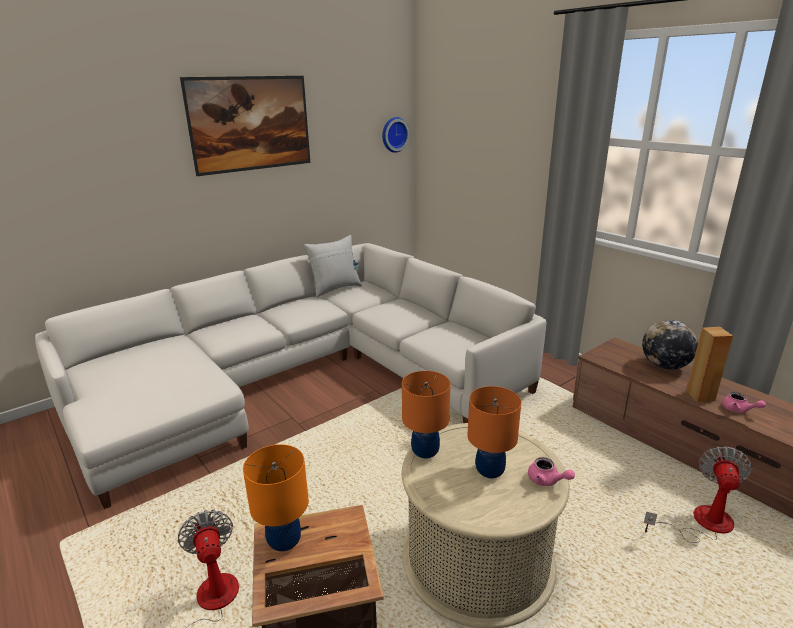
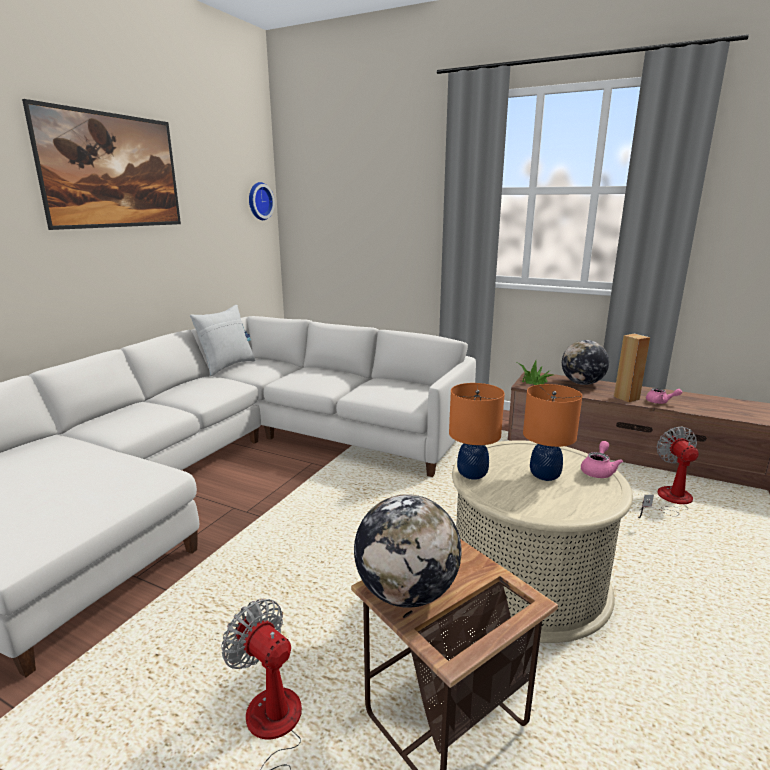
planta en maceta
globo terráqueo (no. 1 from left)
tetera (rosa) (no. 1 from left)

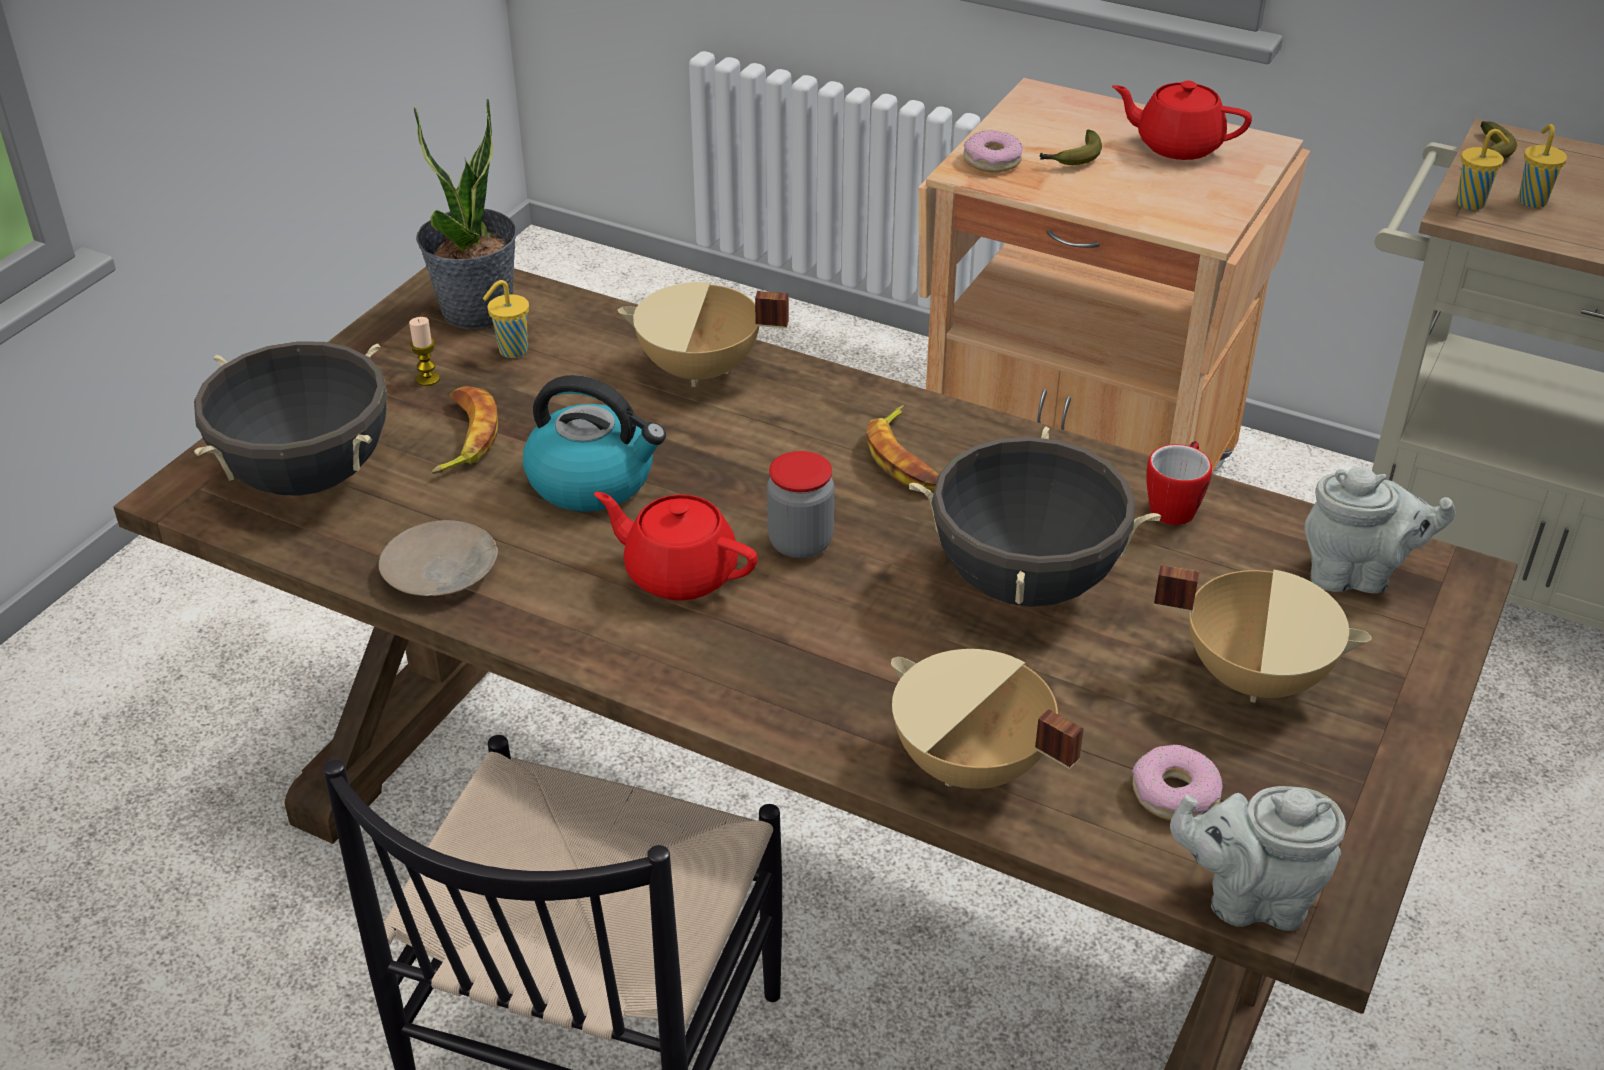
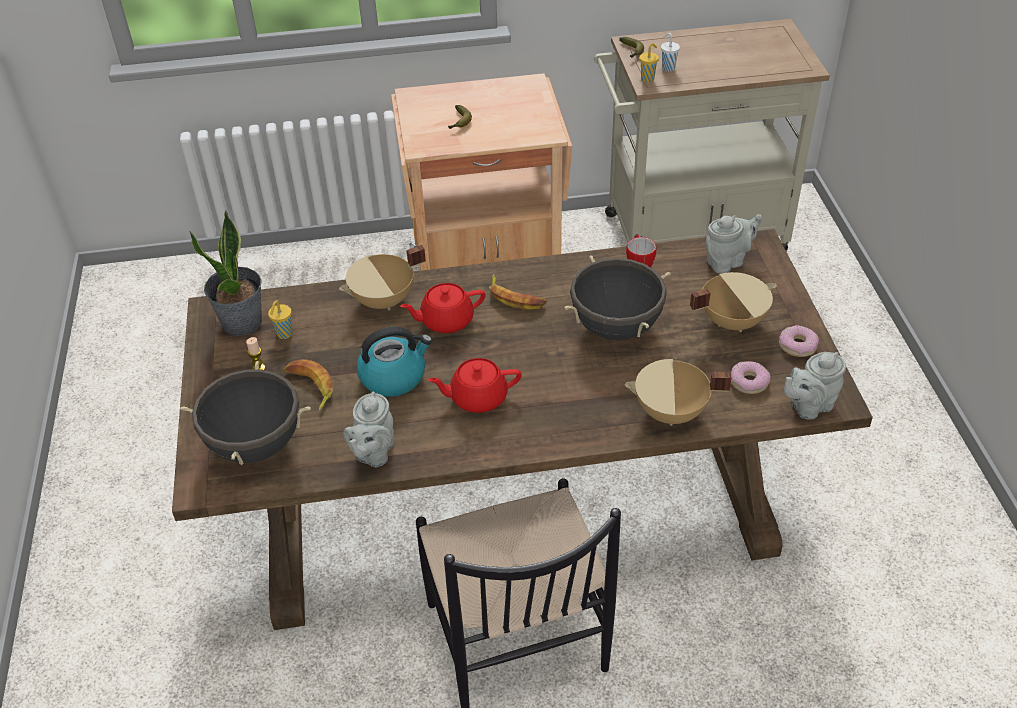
tarro
rosquilla (no. 2 from left)
tetera (rojo) (no. 1 from left)
tetera (gris) (no. 1 from left)
taza (blanco)

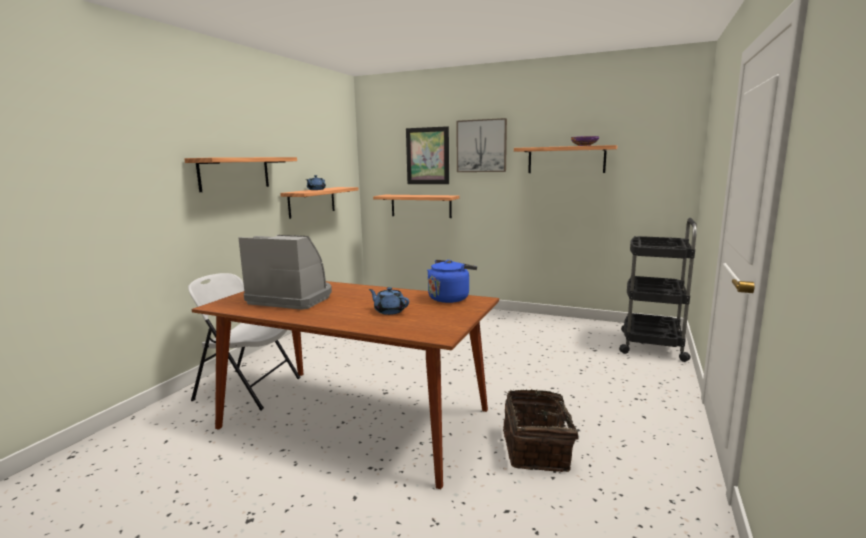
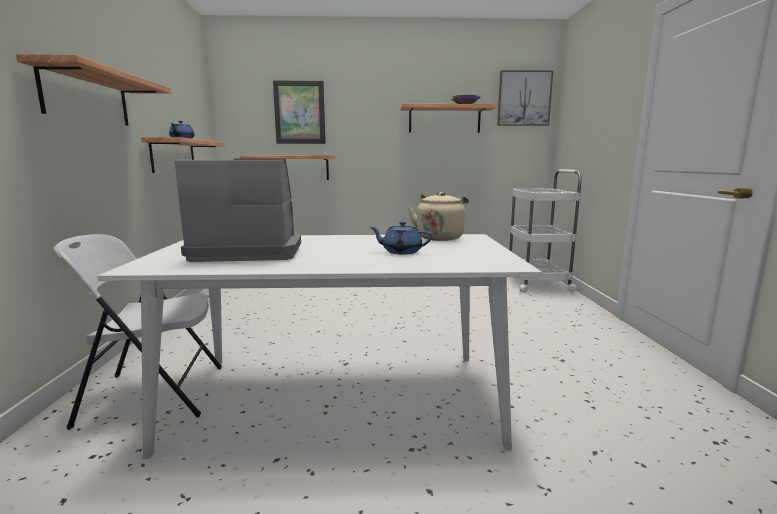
cesta
cuadro (no. 2 from left)
mesa de comedor (blanco)
hervidor (beis)
carrito (blanco)

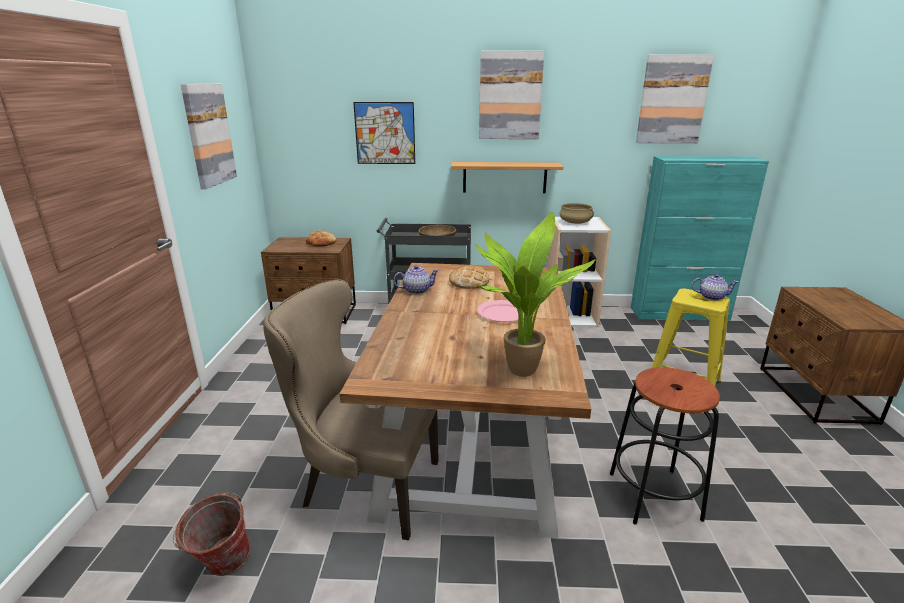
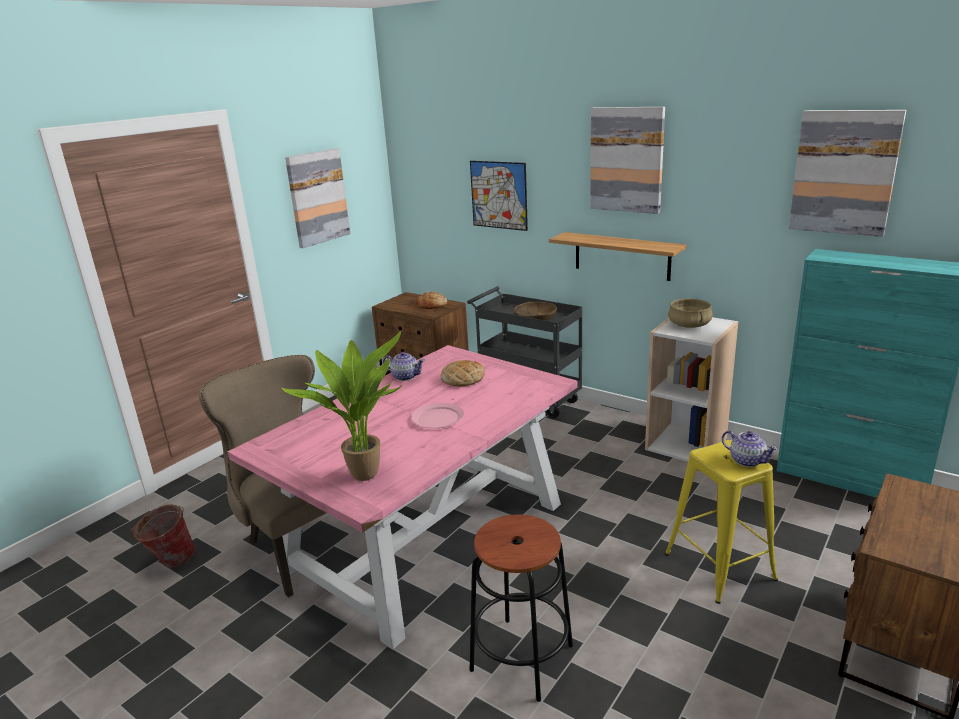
mesa de comedor (rosa)

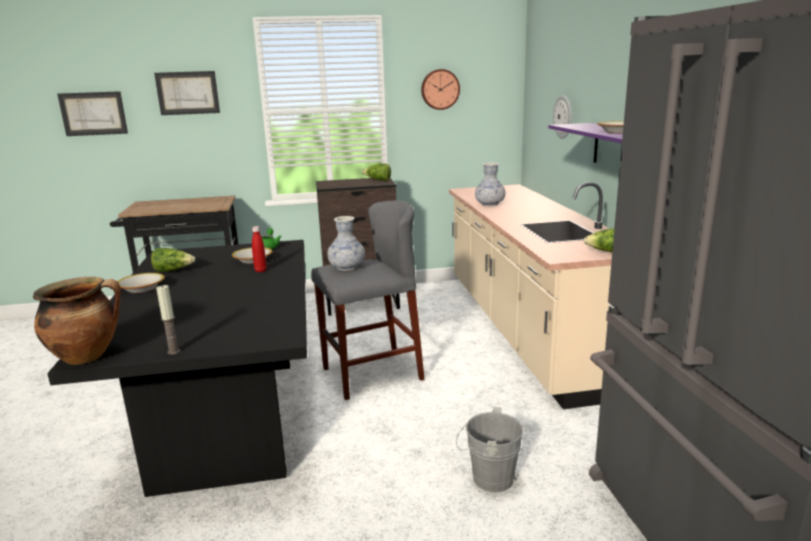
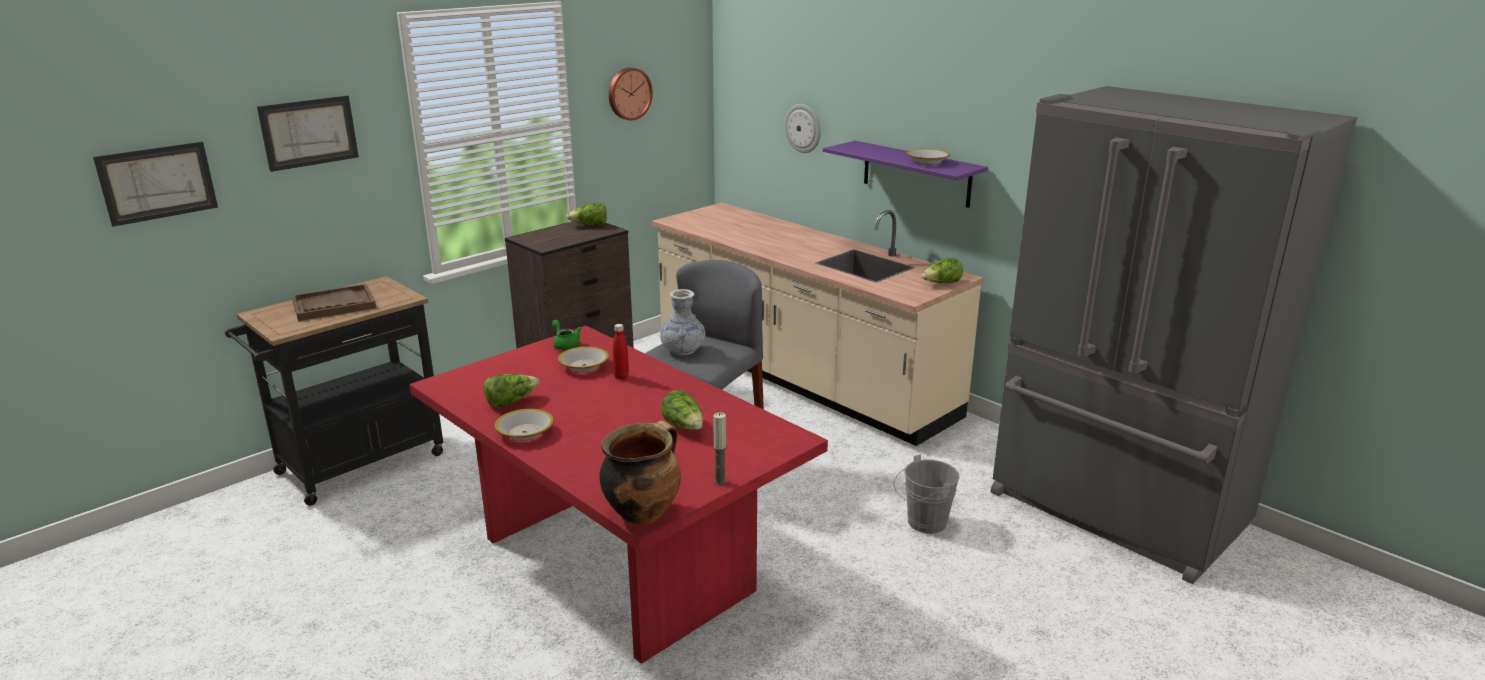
florero (no. 2 from left in the first image)
bandeja (marrón)
lechuga (no. 3 from left)
mesa de comedor (rojo)

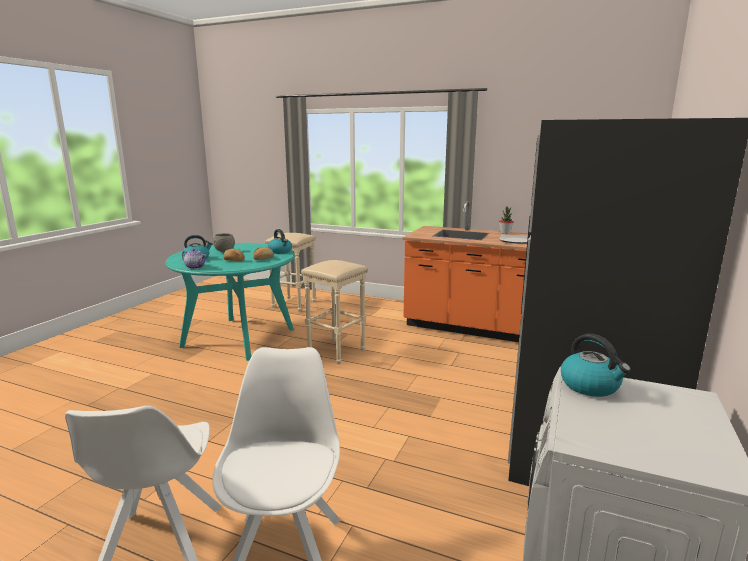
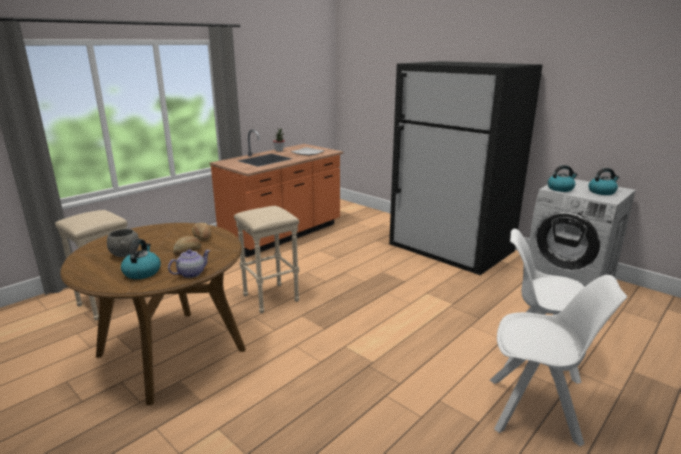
hervidor (no. 3 from left)
mesa de comedor (marrón)

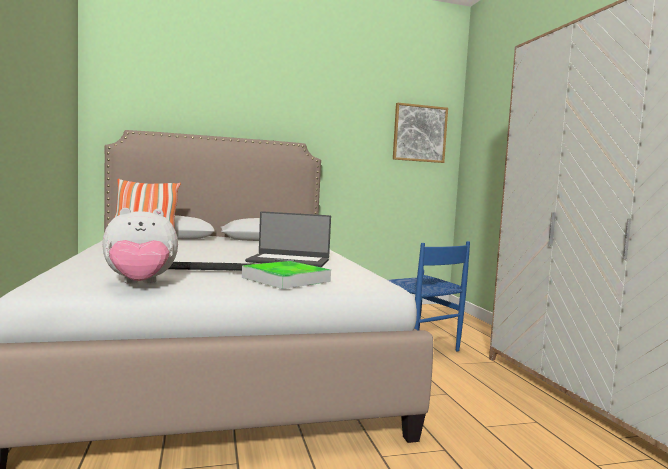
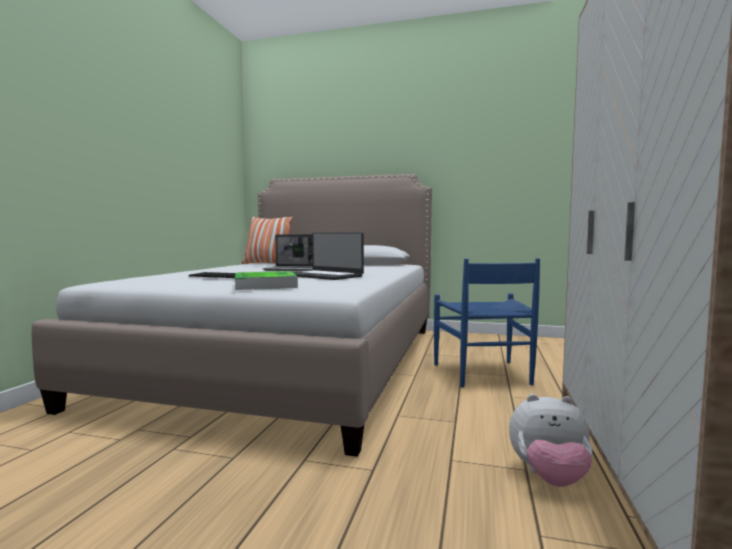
cuadro
portátil (no. 1 from left)
peluche

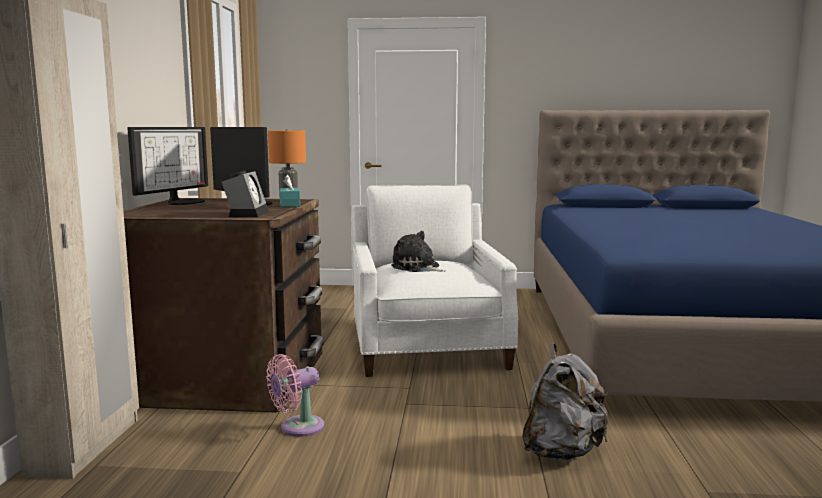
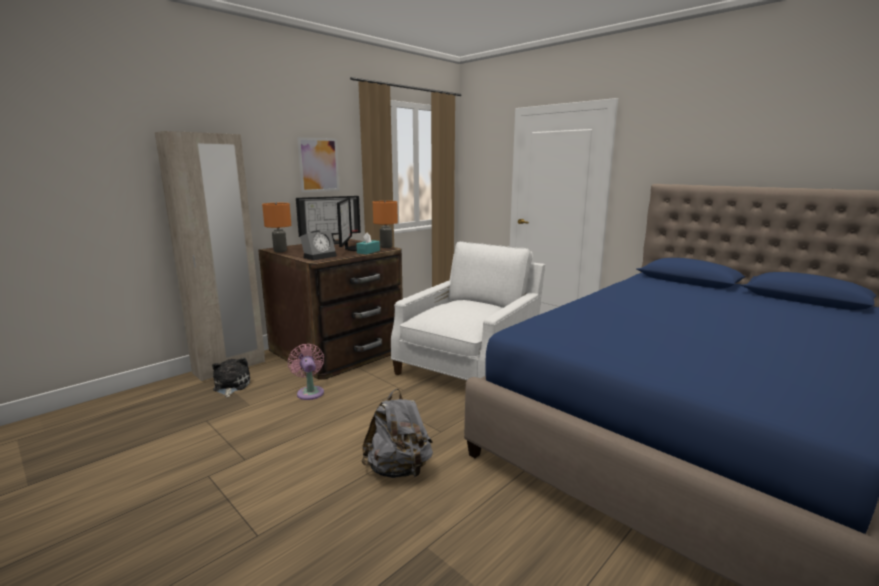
lámpara de mesa (naranja) (no. 1 from left)
cuadro
peluche
ventilador (rosa)

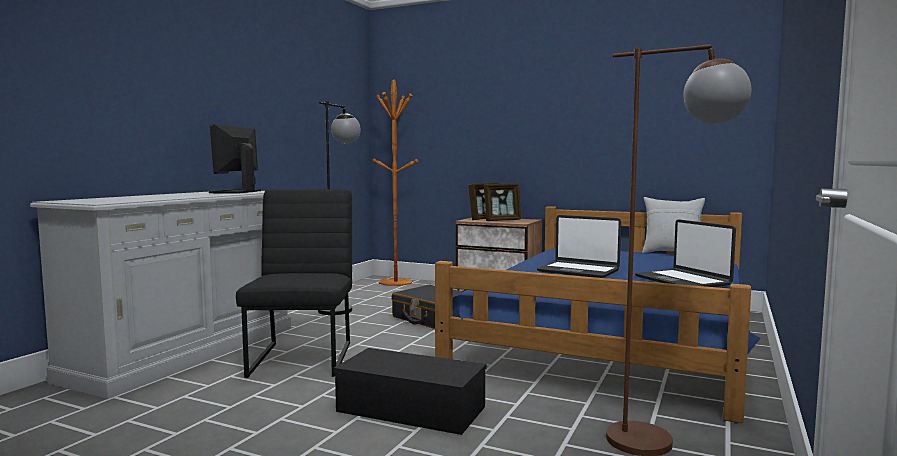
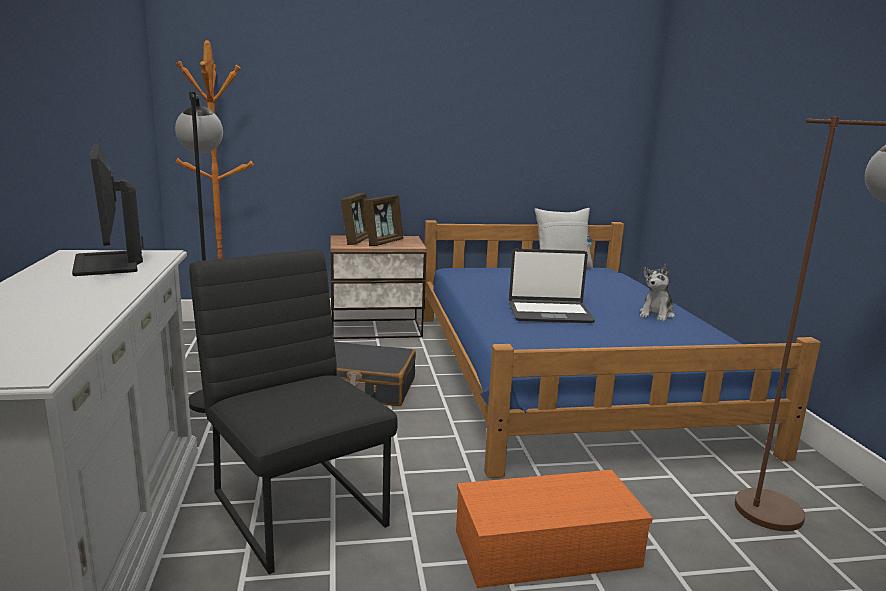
peluche
caja de almacenaje (naranja)

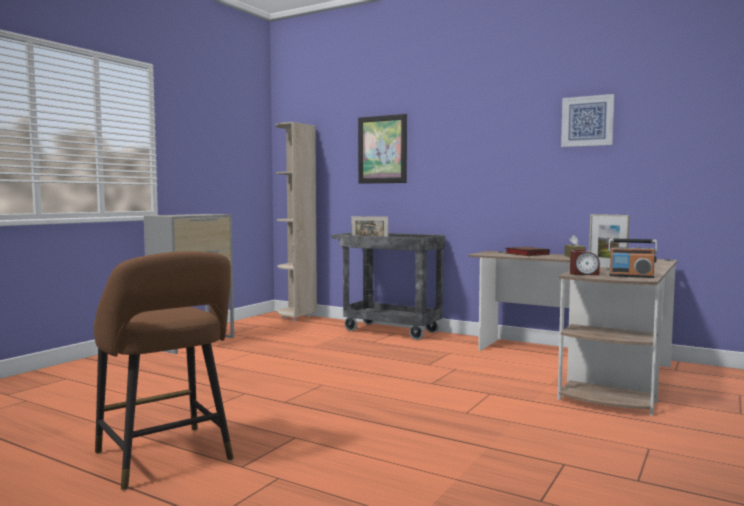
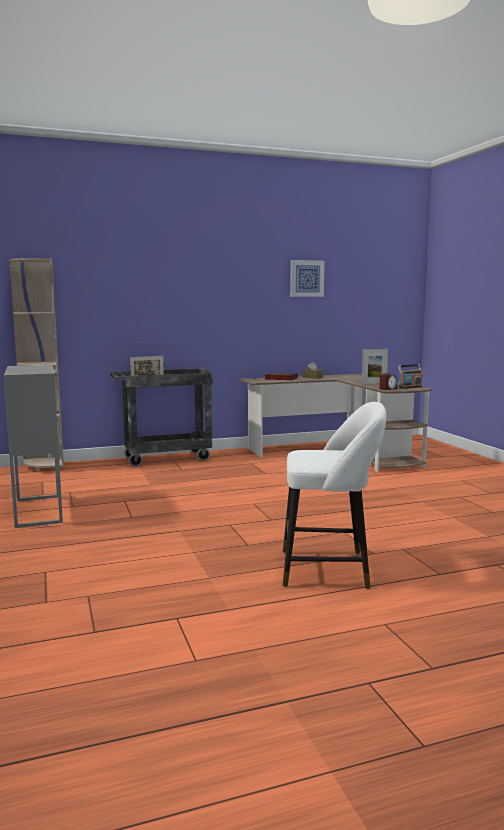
cuadro (no. 1 from left in the first image)
taburete (blanco)

